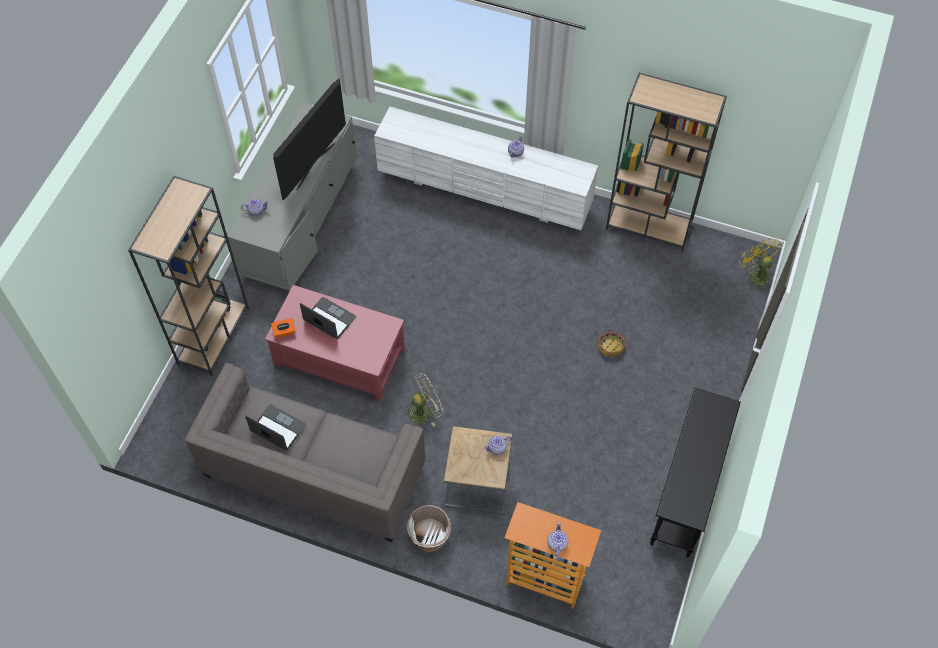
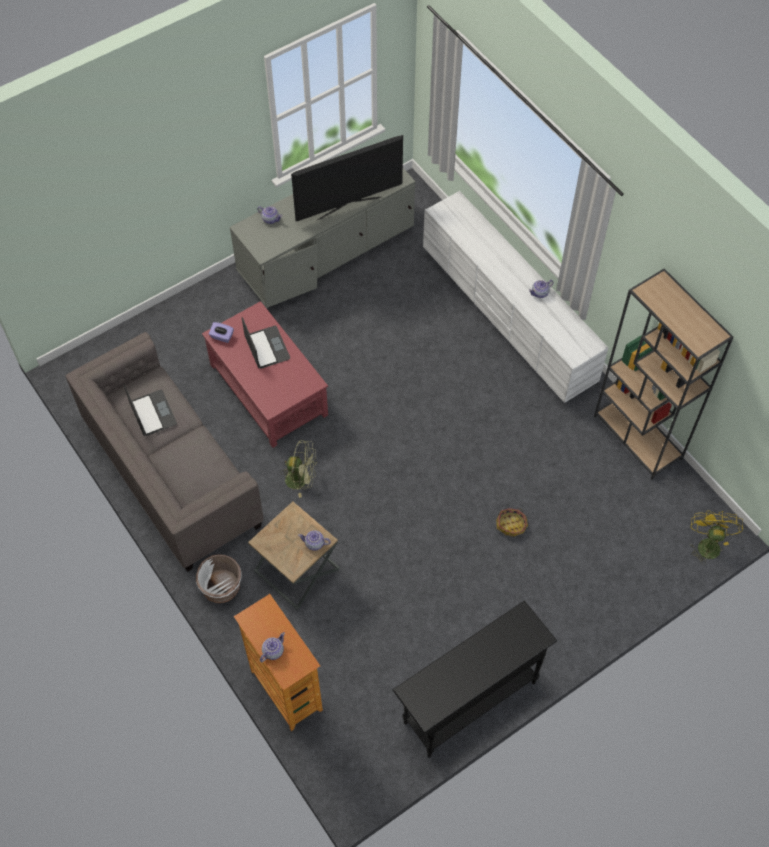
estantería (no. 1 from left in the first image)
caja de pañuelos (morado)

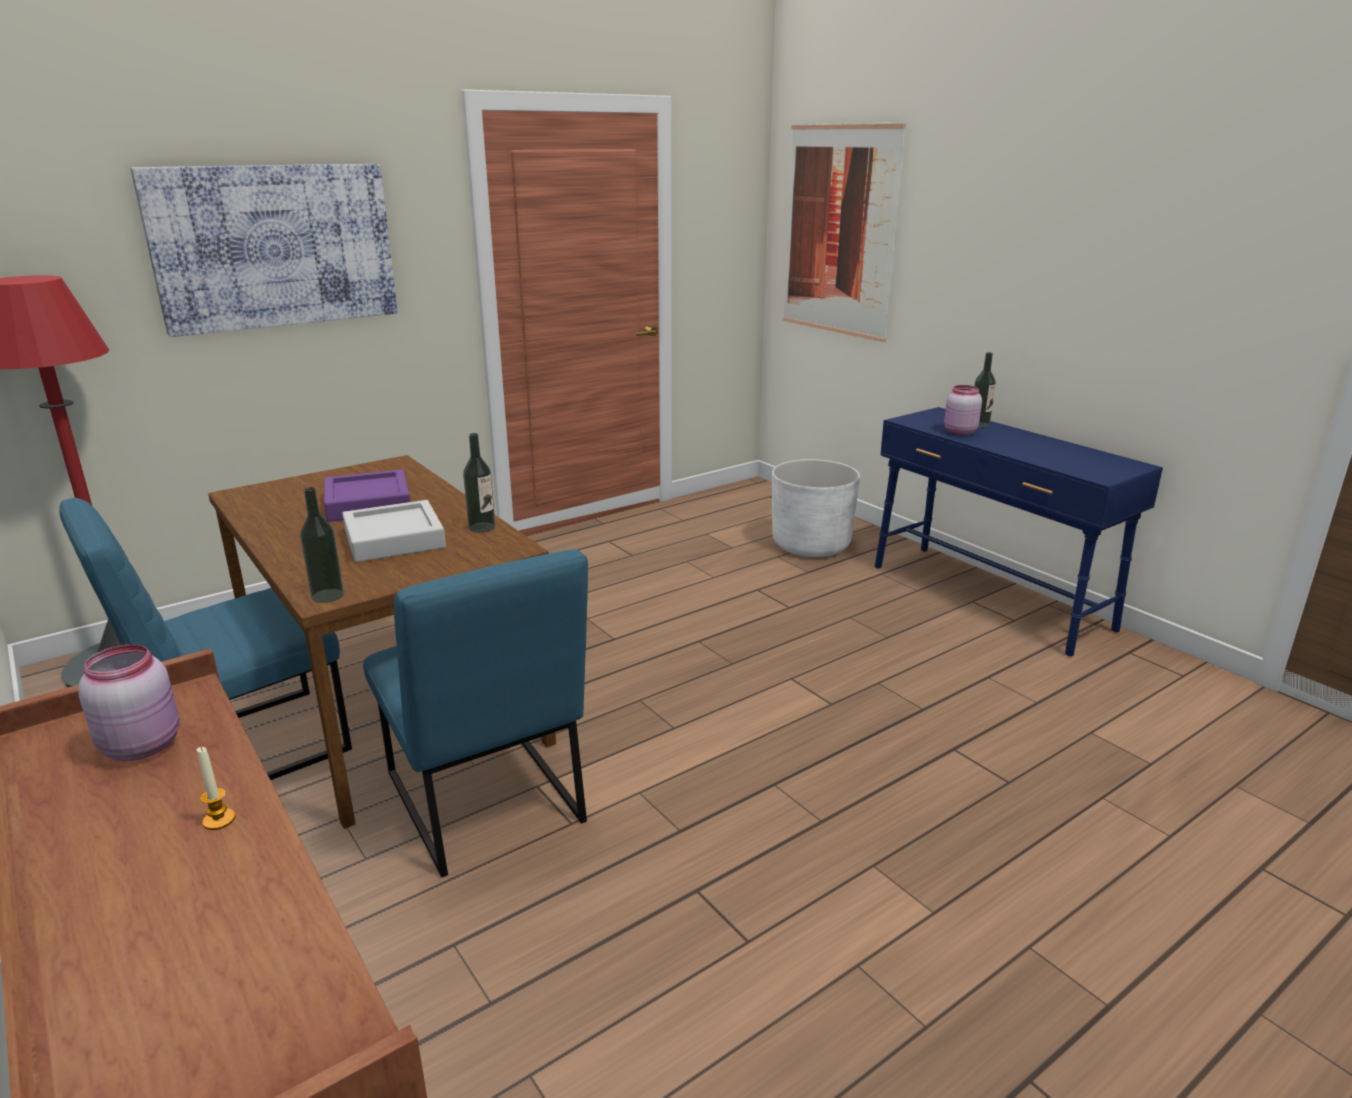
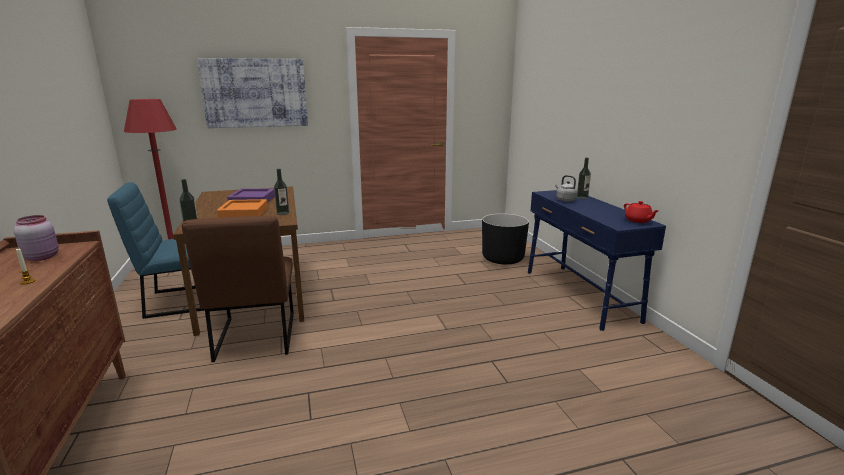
cuadro (no. 2 from left in the first image)
tetera (rojo)
hervidor (gris)
bandeja (naranja)
silla (marrón)
maceta (negro)

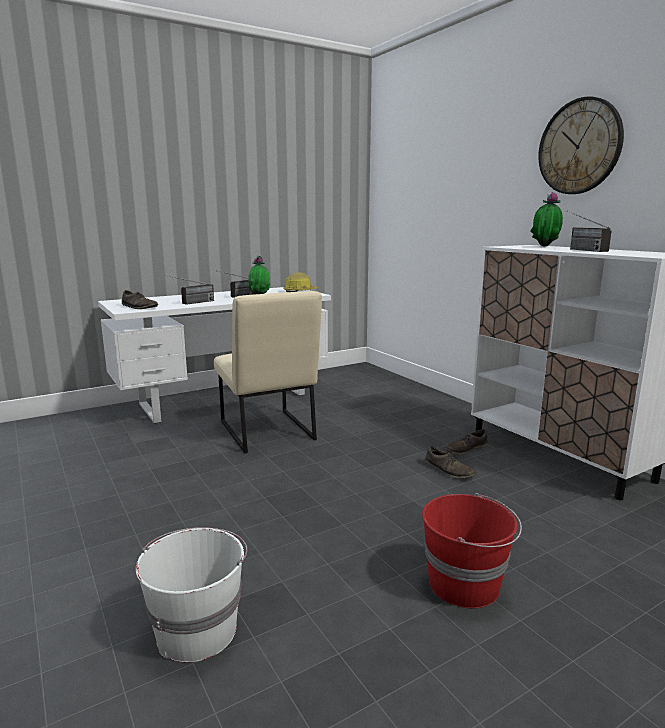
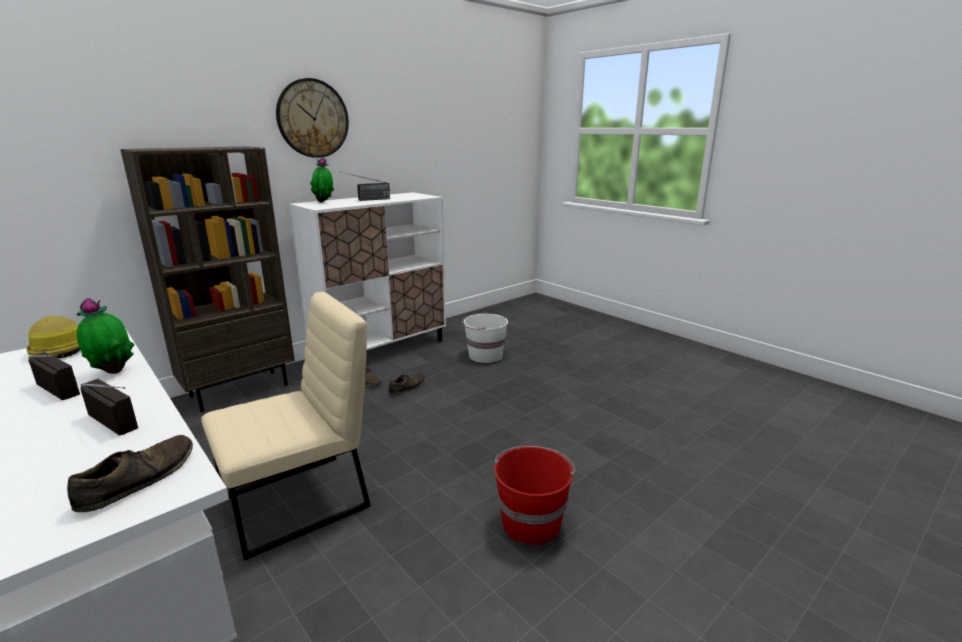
estantería (marrón)
cubo (blanco)
cubo (rojo)

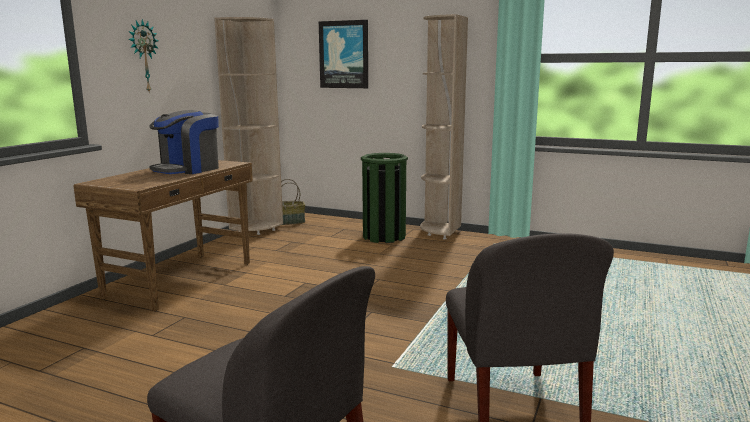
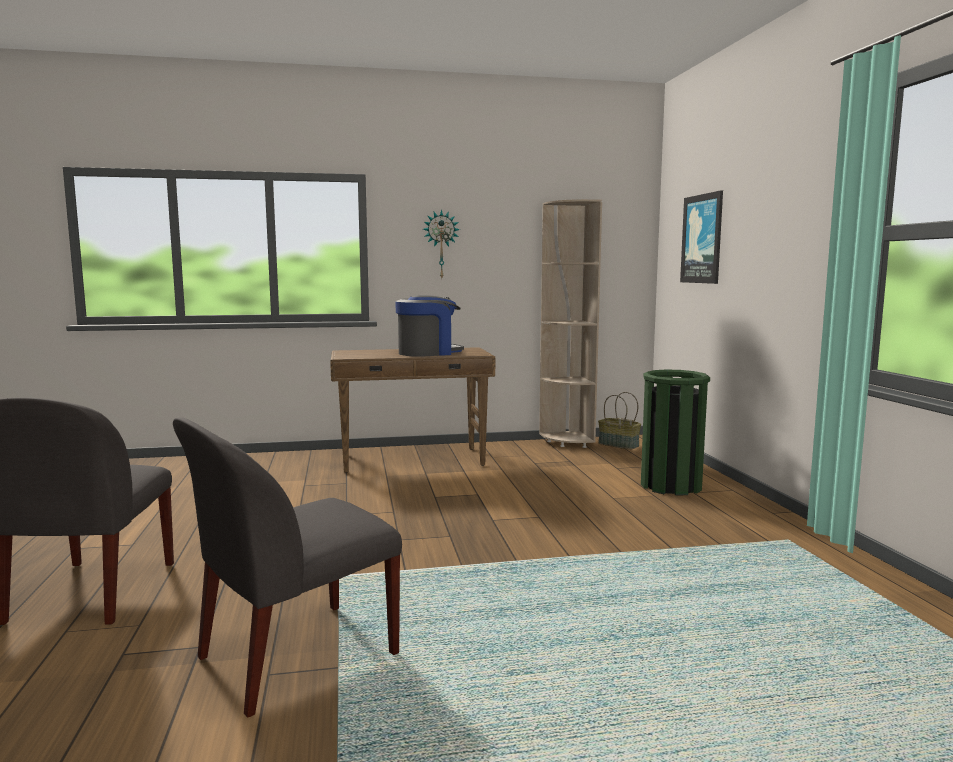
estantería (beis) (no. 2 from left in the first image)
cafetera

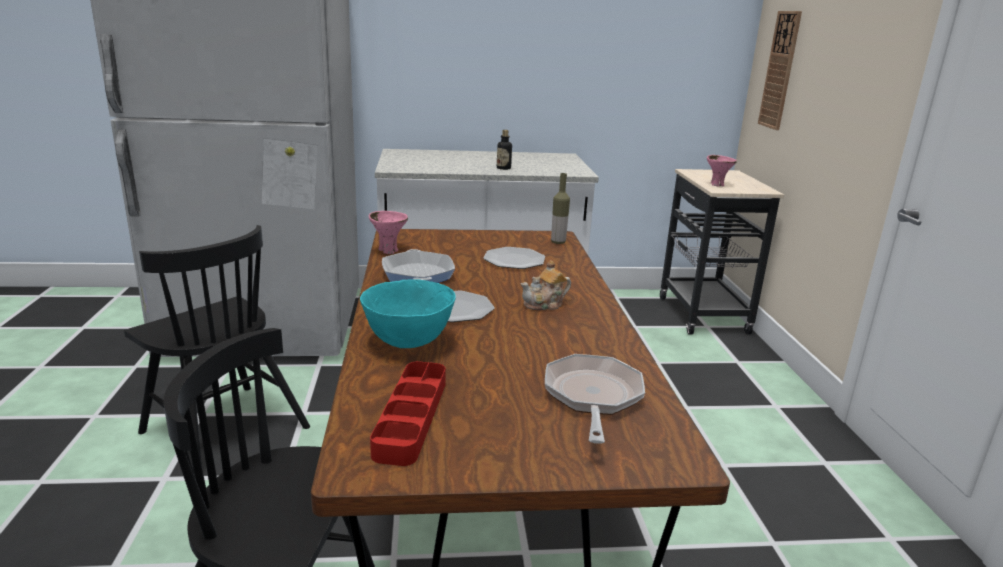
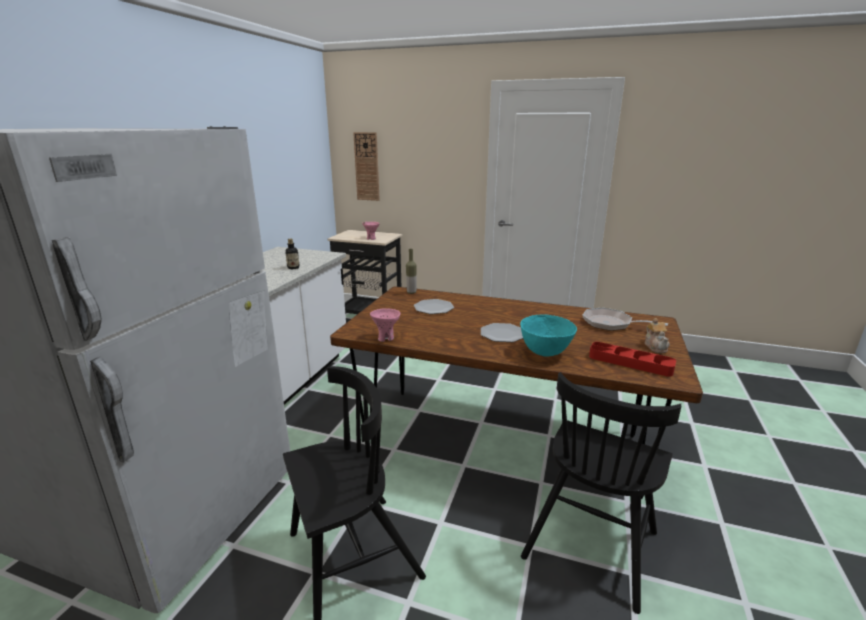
sartén (no. 1 from left in the first image)
tetera

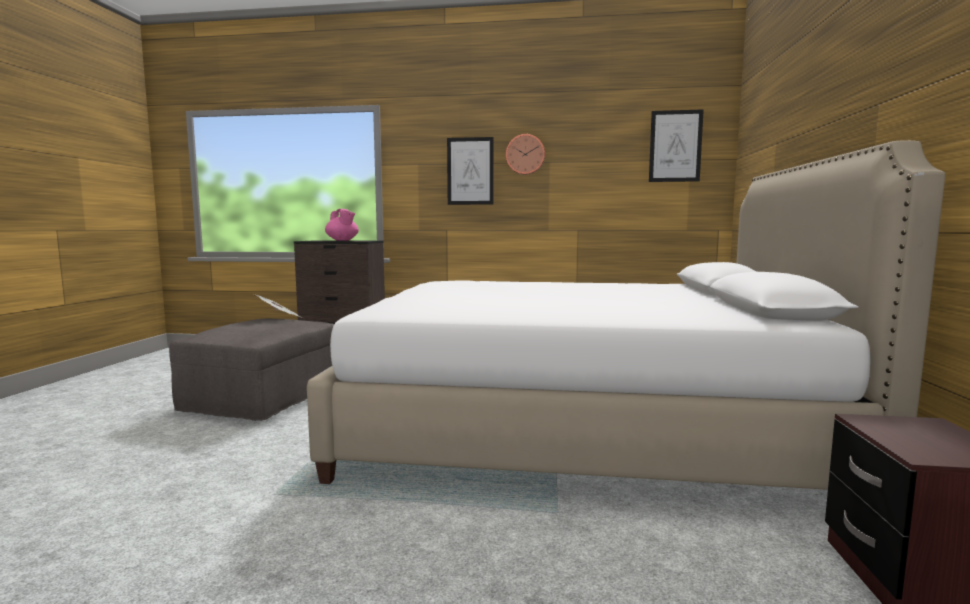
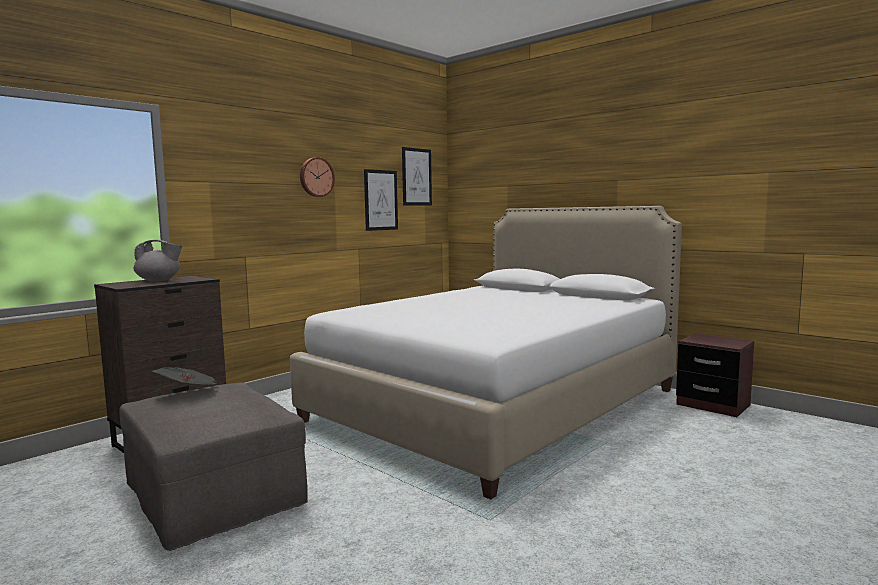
cuadro (no. 1 from left)
tetera (gris)

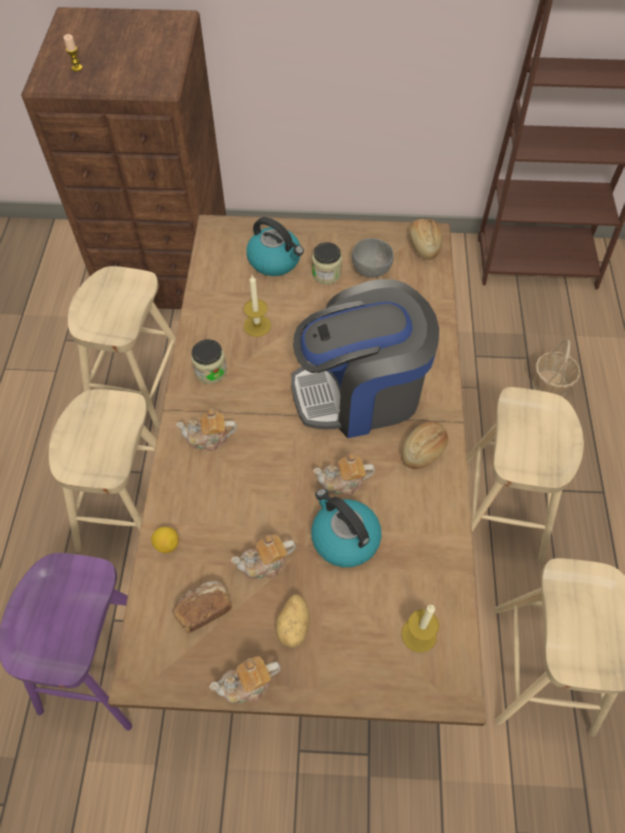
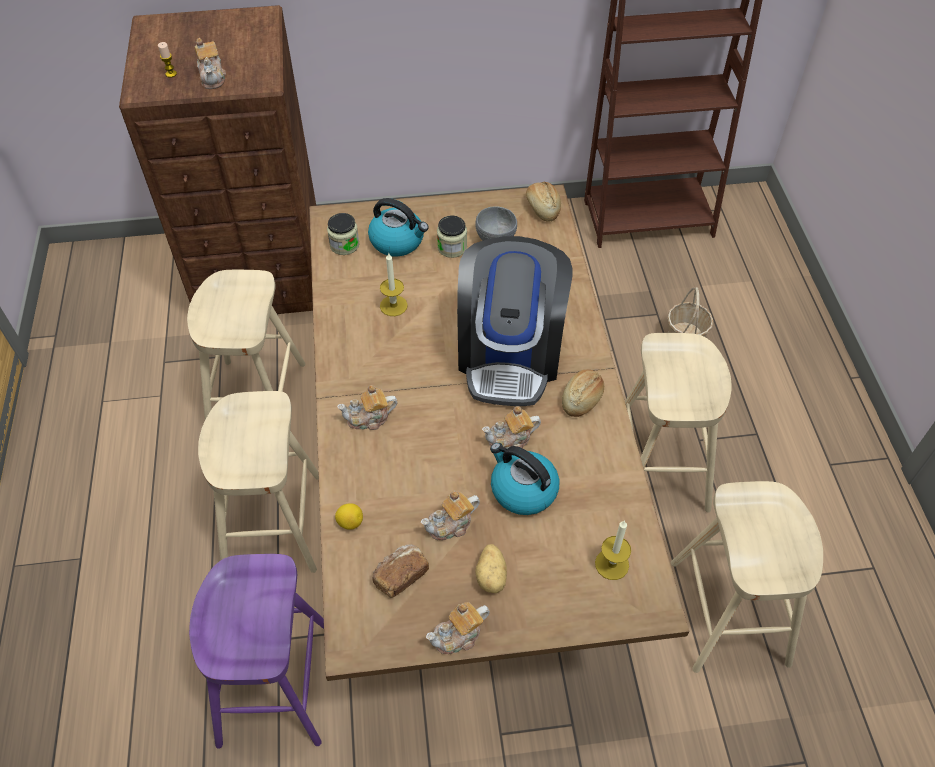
tetera (no. 1 from left)
tarro (no. 1 from left)
cafetera

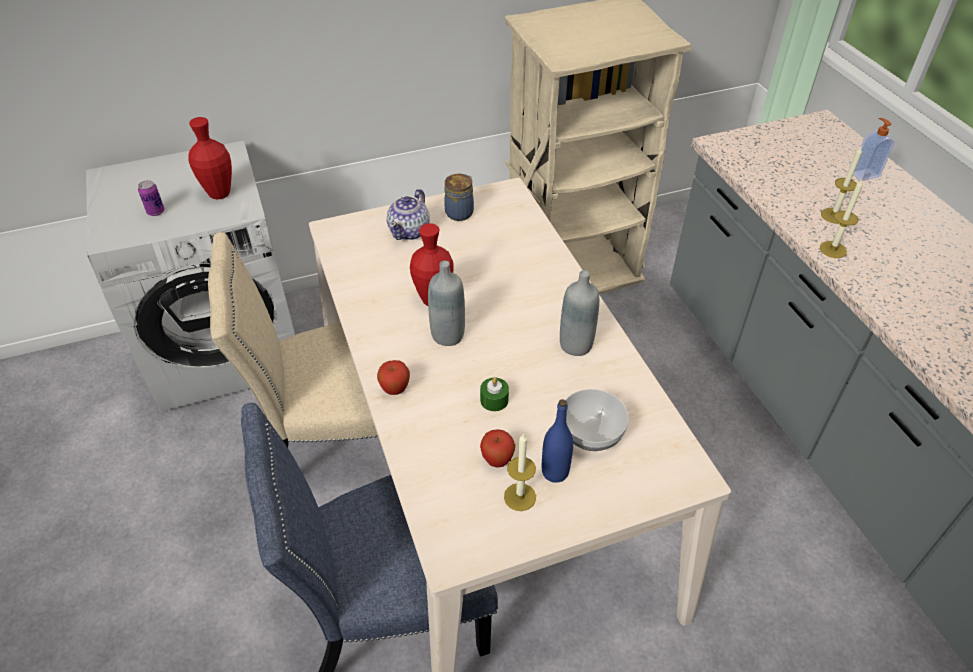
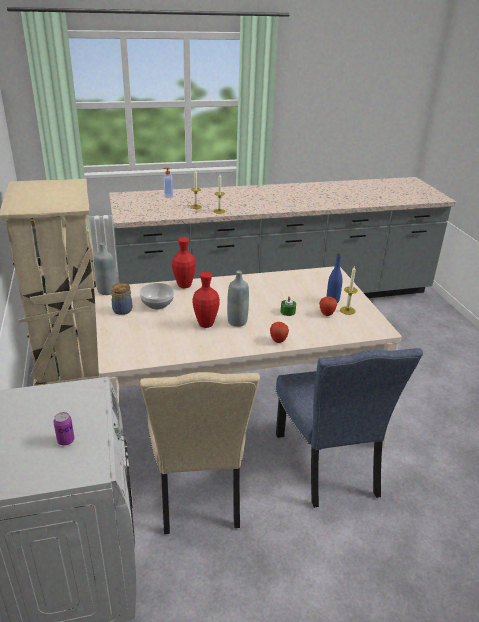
tetera
florero (rojo) (no. 1 from left)
botella (gris) (no. 1 from left)
cuenco

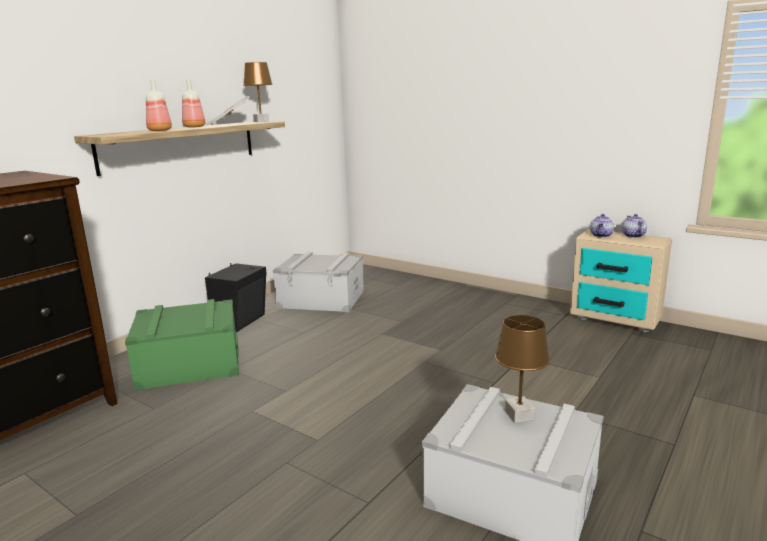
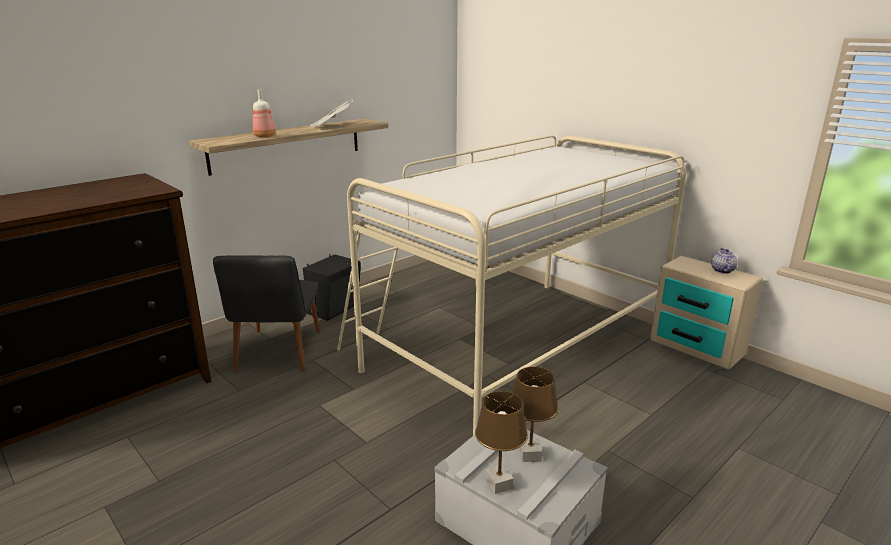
botella (no. 2 from left in the first image)
caja de almacenaje (gris) (no. 1 from left in the first image)
tetera (no. 1 from left in the first image)
cama (beis)
lámpara de mesa (marrón) (no. 1 from left)
silla (negro)

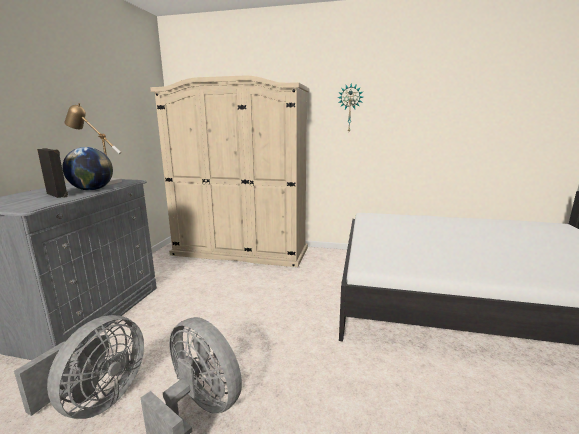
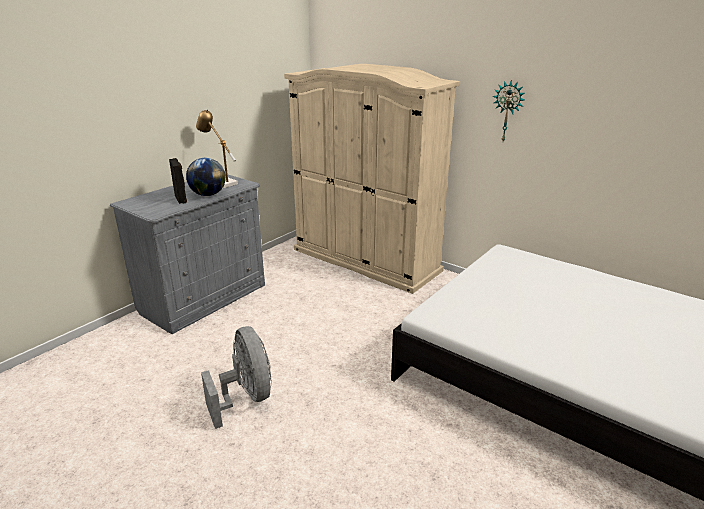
ventilador (gris) (no. 1 from left in the first image)

